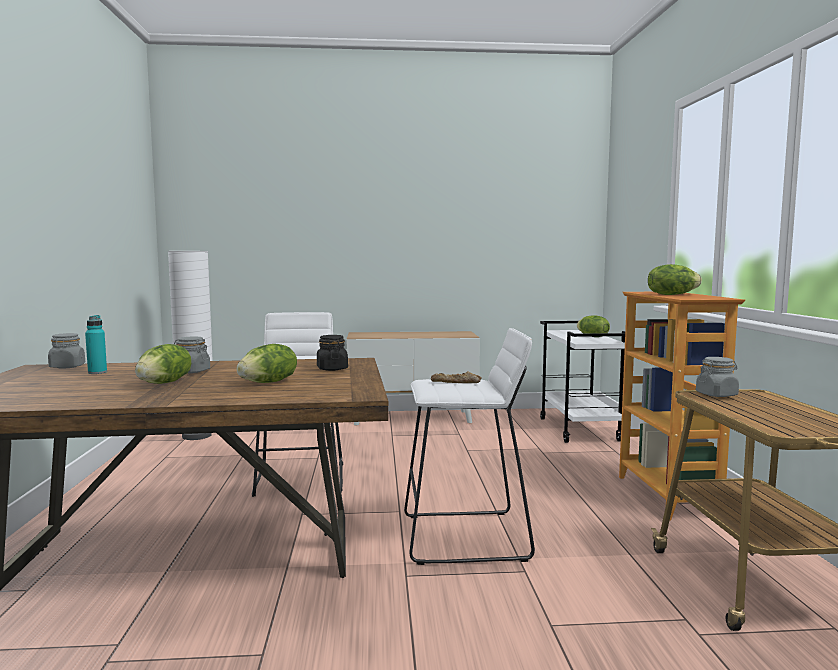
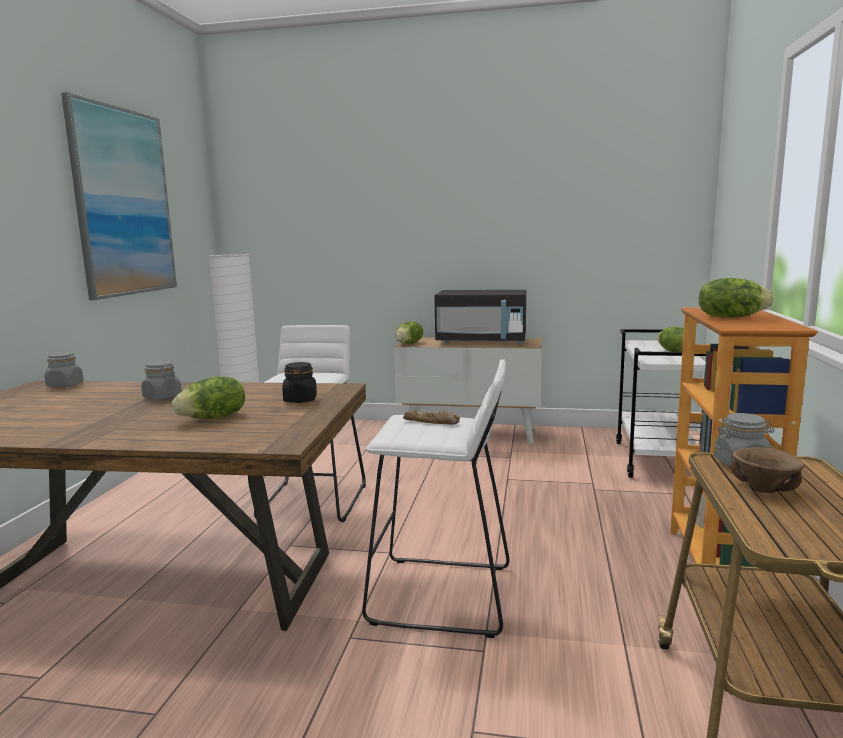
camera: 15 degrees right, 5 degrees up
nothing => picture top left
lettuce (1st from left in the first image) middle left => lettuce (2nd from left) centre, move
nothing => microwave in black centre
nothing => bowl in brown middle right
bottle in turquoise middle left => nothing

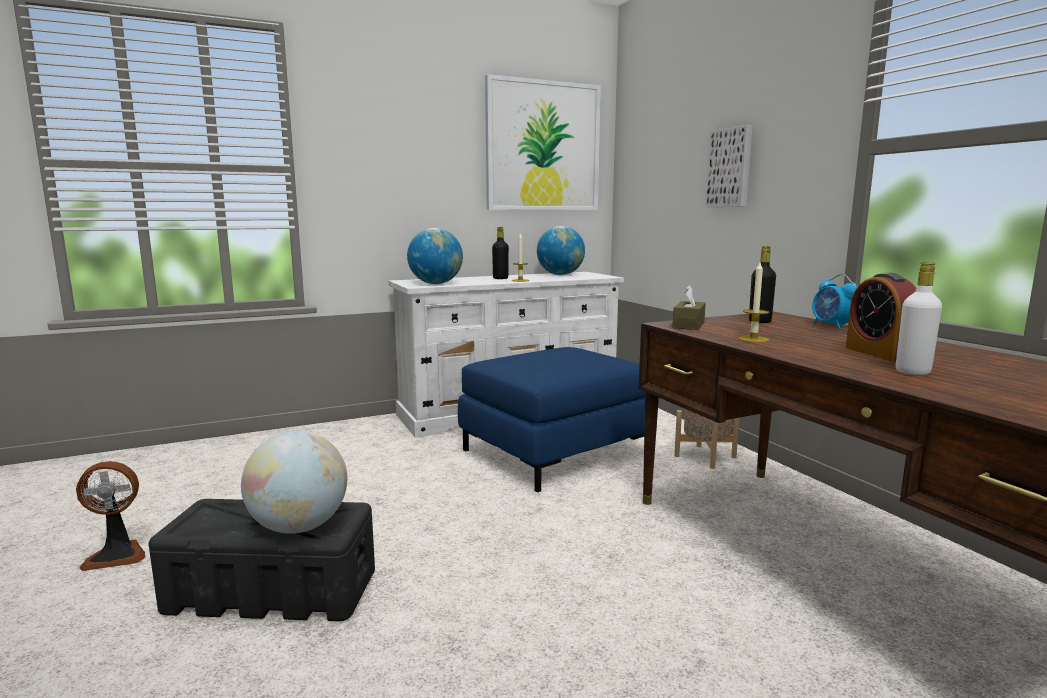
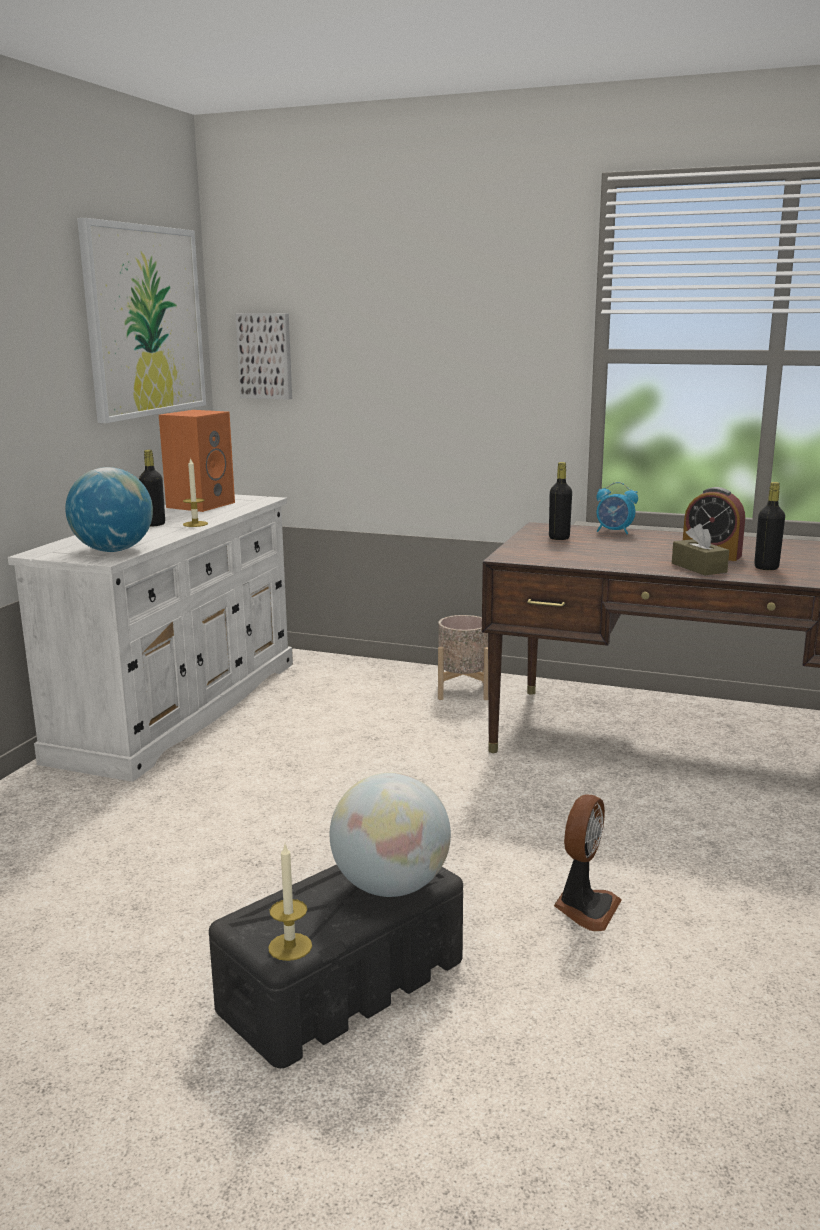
camera: 45 degrees left, 5 degrees up
globe (3rd from left) centre => speaker in orange middle left
picture (2nd from left) top right => picture (2nd from left) top left, move
candle (2nd from left) middle right => candle (2nd from left) bottom centre, move
fan bottom left => fan bottom right, move
tissue box in brown centre => tissue box in brown middle right, move
bottle in white middle right => bottle in black (3rd from left) middle right
ottoman in blue centre => nothing

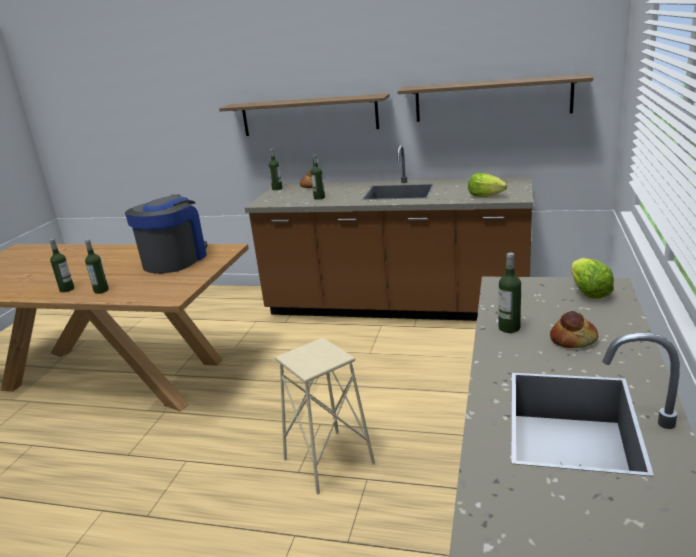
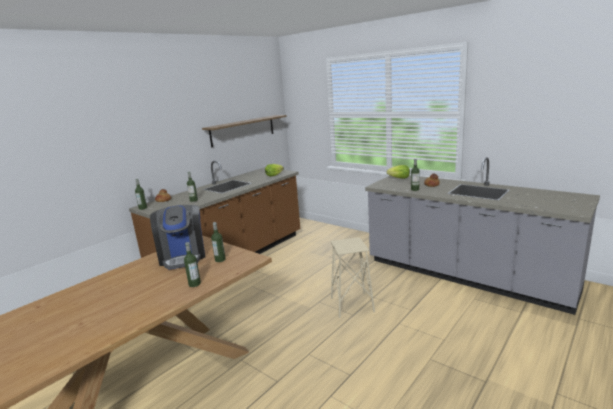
camera: 65 degrees left, 5 degrees down
coffee machine middle left, 150 degrees counterclockwise
bottle (1st from left in the first image) middle left => bottle (4th from left) centre, move
shelf (1st from left) top centre => nothing

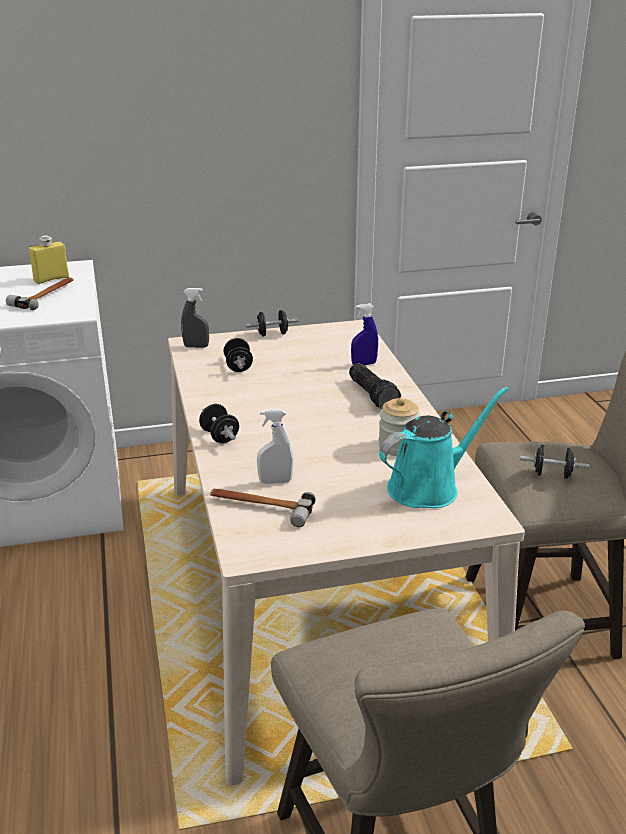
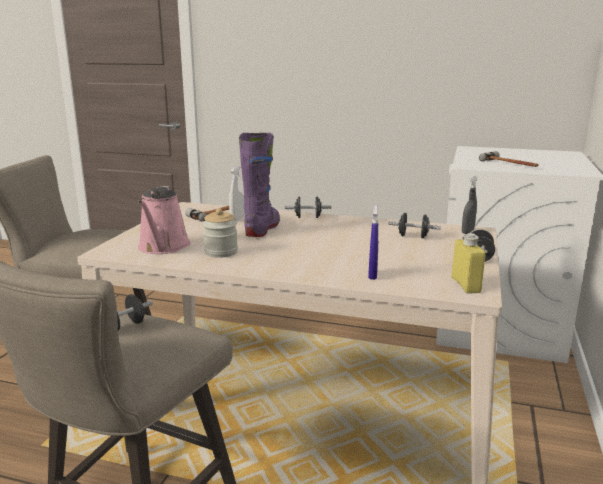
camera: 120 degrees right, 10 degrees down
watering can in turquoise middle right => watering can in pink middle left
nothing => boot in purple centre
bottle in yellow top left => bottle in yellow middle right, move
flashlight centre => nothing

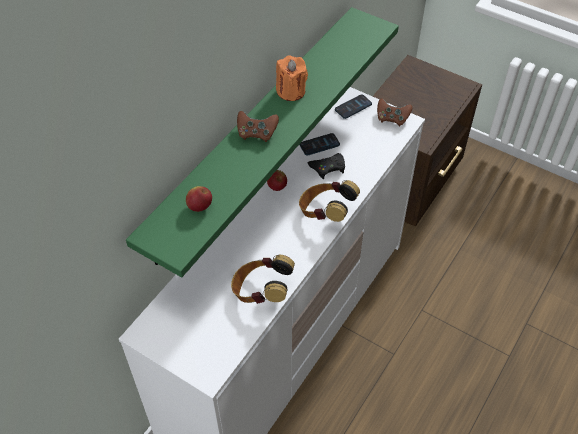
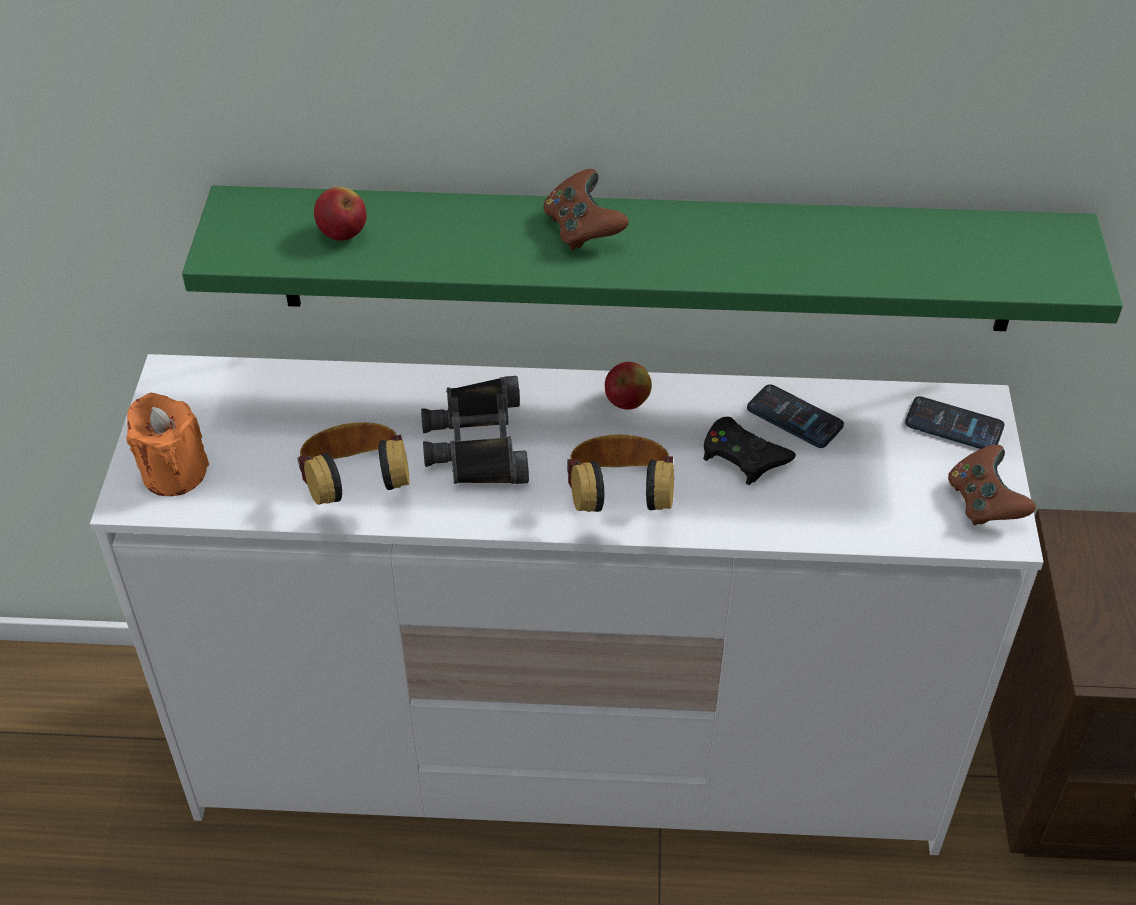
camera: 60 degrees right, 5 degrees down
candle in orange top centre => candle in orange middle left, move
nothing => binoculars in black centre

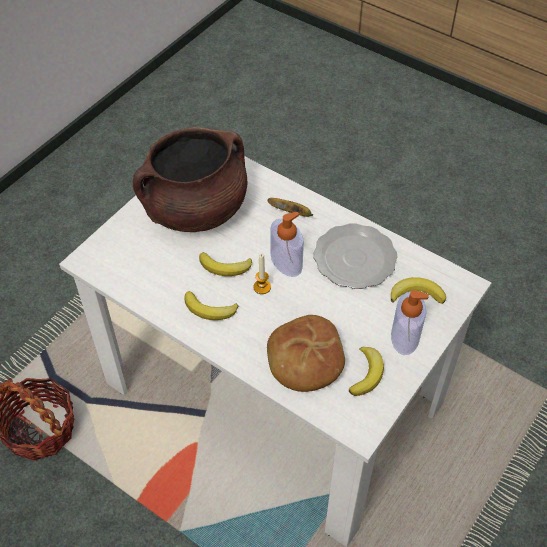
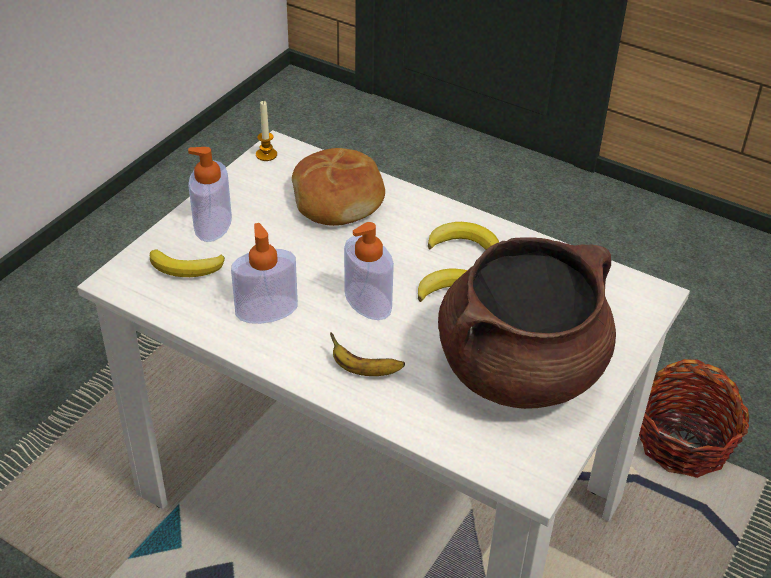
camera: 175 degrees right, 10 degrees down
plate centre => soap dispenser (2nd from left) centre
candle centre => candle top centre, move
banana (4th from left) bottom right => nothing

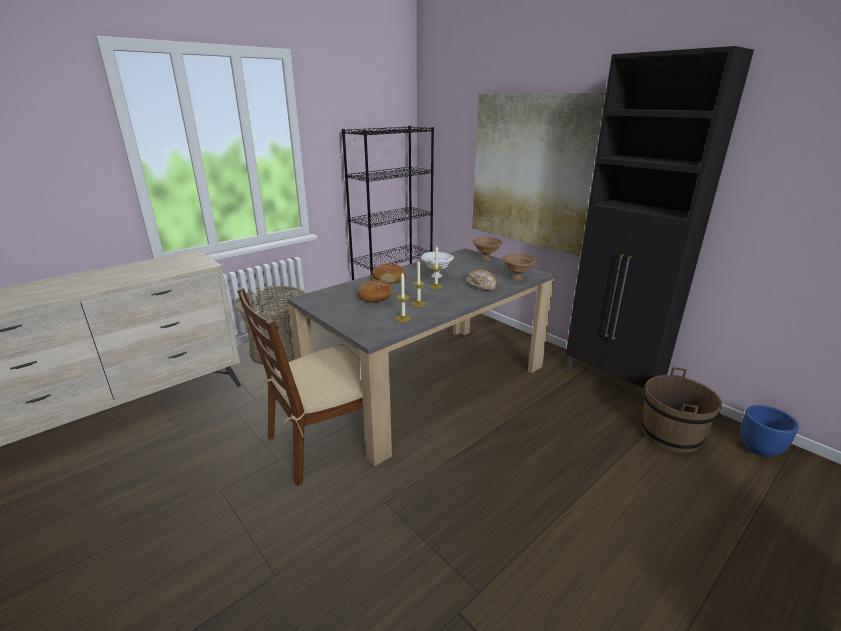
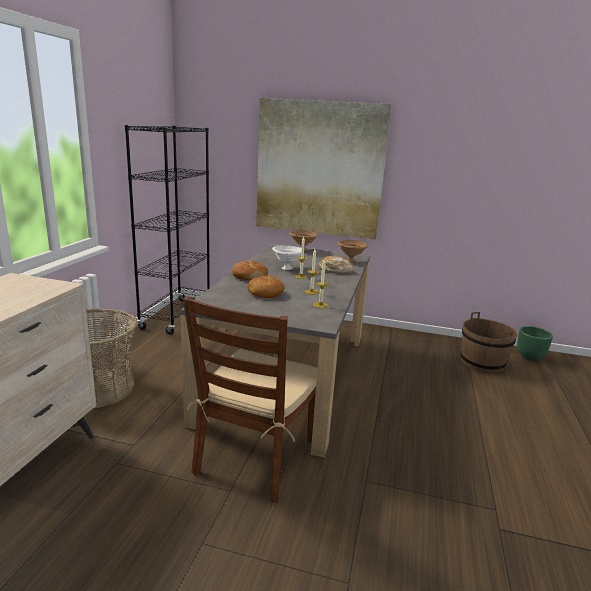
camera: 35 degrees left, 5 degrees down
planter in blue bottom right => planter in green middle right
cabinet in black middle right => nothing

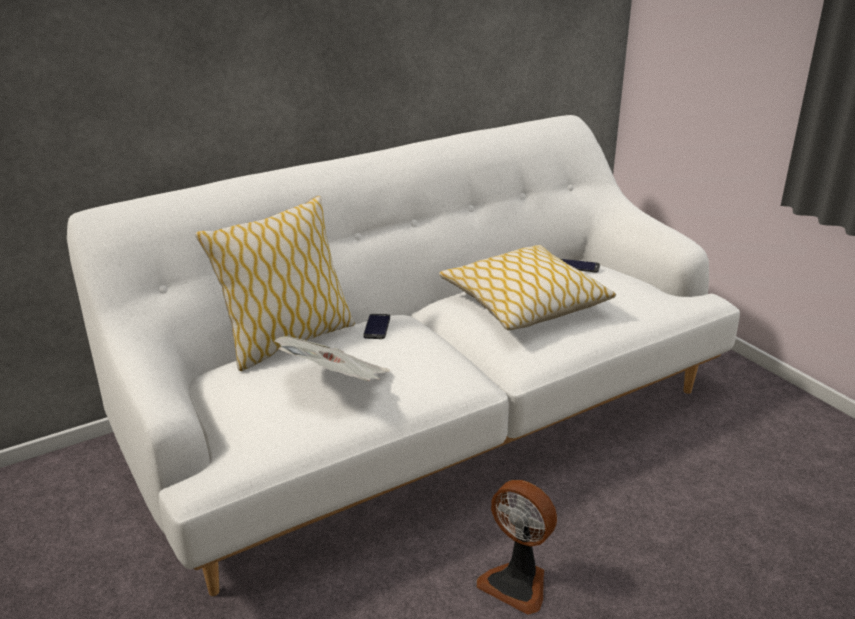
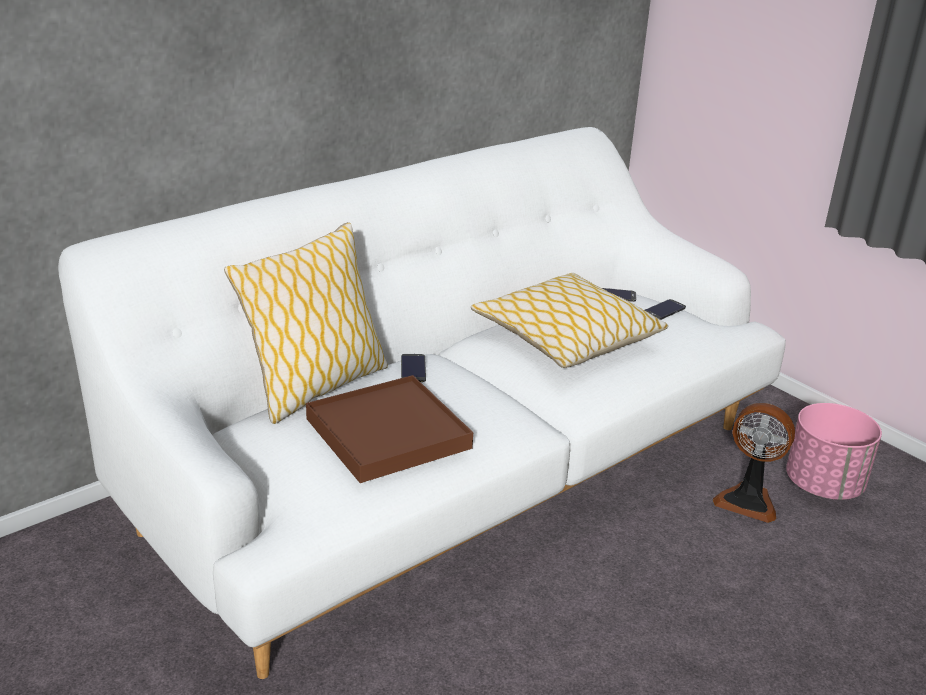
camera: 10 degrees left, 0 degrees up
newspaper centre => tray in brown centre
nothing => phone (3rd from left) middle right
fan bottom centre => fan middle right, move
nothing => planter in pink middle right

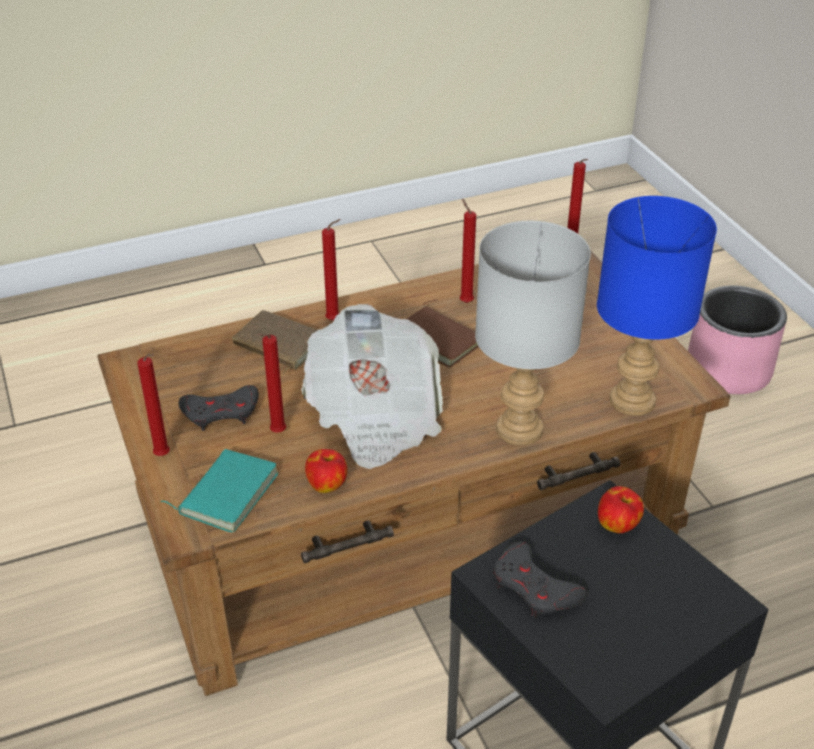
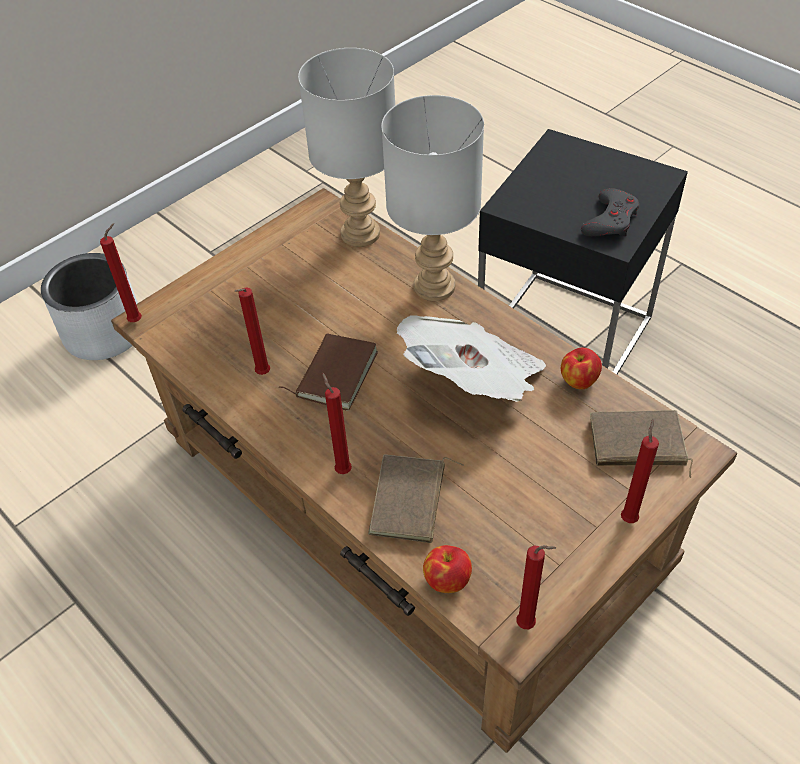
camera: 110 degrees left, 10 degrees up
planter in pink middle right => planter in grey middle left
table lamp in blue middle right => table lamp in grey (1st from left) top centre
apple (2nd from left in the first image) bottom right => apple (1st from left) bottom centre, move
candle in red (2nd from left in the first image) centre => candle in red (4th from left) bottom right, move
book in turquoise middle left => book in brown (3rd from left) middle right
game controller in grey (1st from left) middle left => nothing

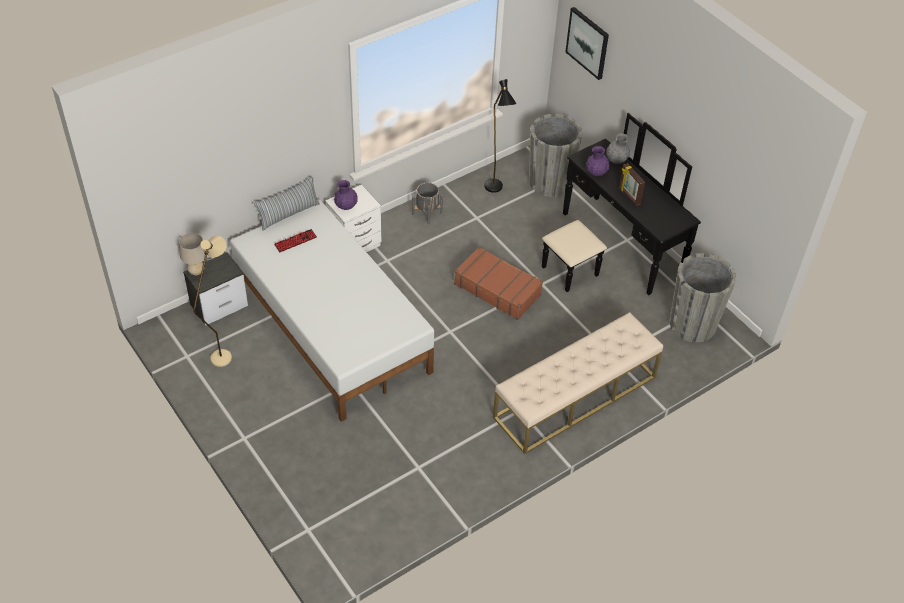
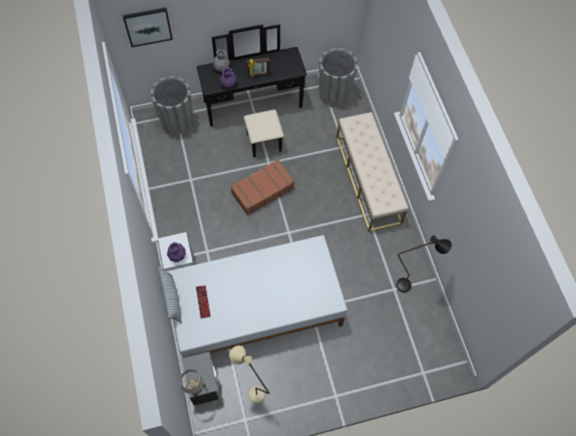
camera: 70 degrees left, 15 degrees up
floor lamp in black top centre => floor lamp in black middle right, move
planter in grey (1st from left) centre => nothing

